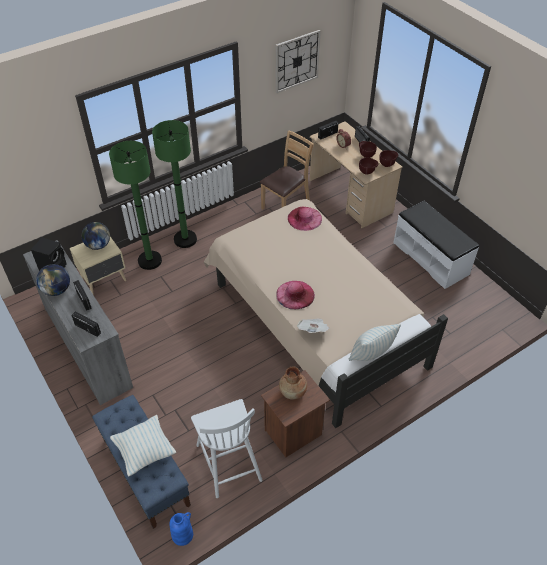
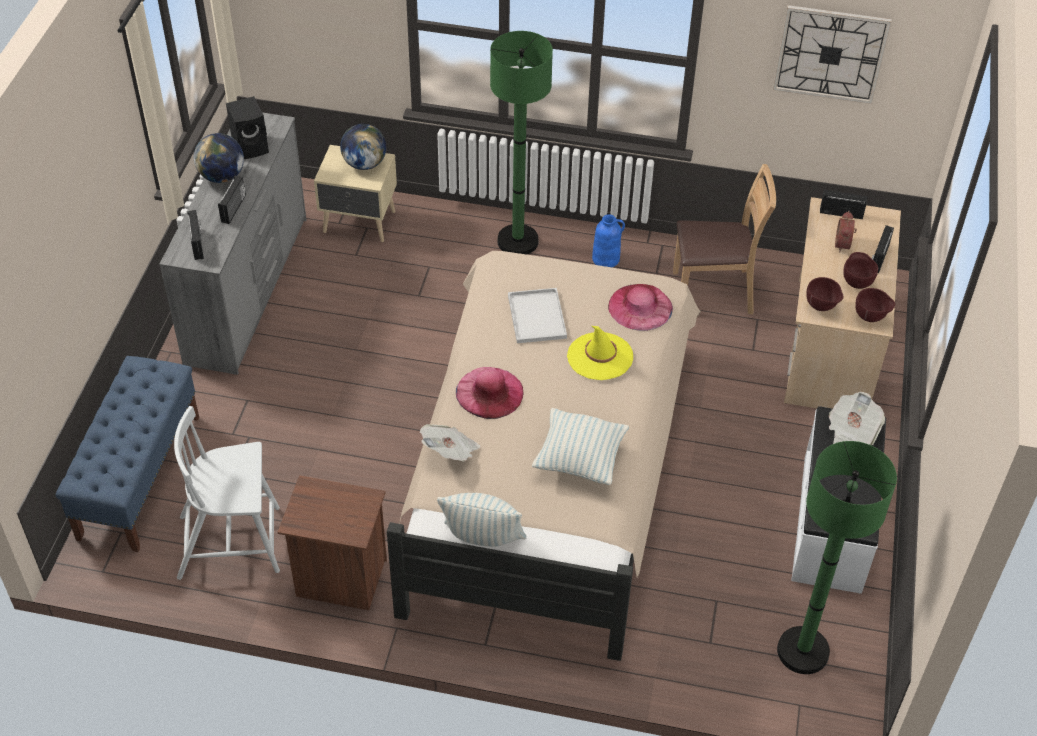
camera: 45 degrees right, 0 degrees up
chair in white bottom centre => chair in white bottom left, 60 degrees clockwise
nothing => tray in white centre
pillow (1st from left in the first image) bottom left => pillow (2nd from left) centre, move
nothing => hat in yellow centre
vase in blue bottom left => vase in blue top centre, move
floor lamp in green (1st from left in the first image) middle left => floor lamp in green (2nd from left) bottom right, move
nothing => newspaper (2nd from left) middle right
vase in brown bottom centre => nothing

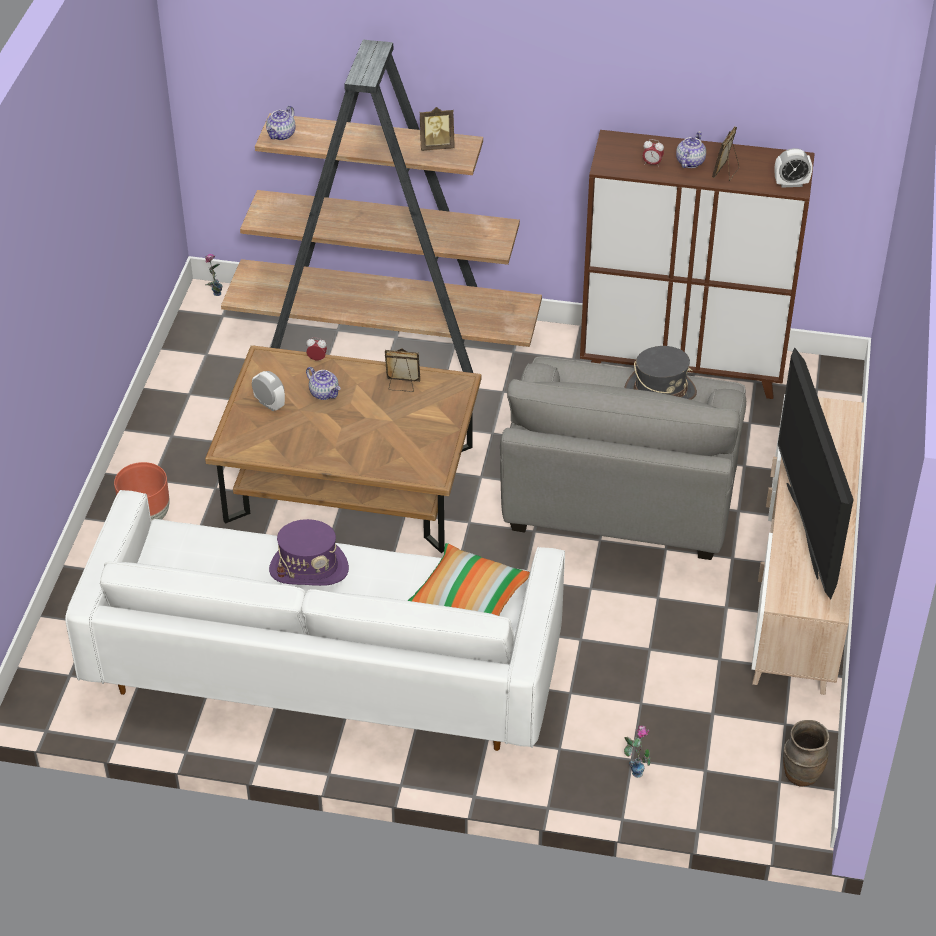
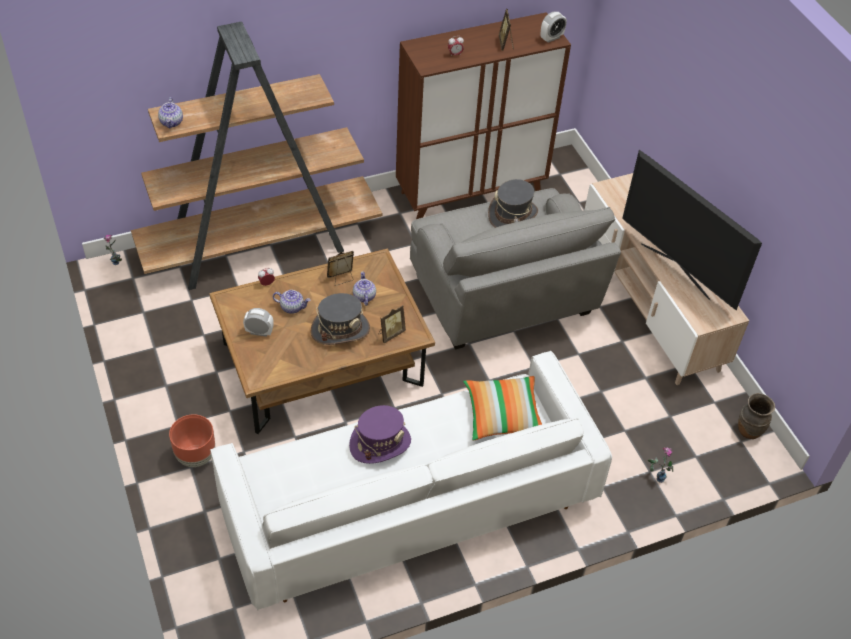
camera: 35 degrees left, 5 degrees up
nothing => hat in grey (1st from left) centre
teapot (3rd from left) top right => teapot (3rd from left) centre, move
picture frame (2nd from left) top centre => picture frame (2nd from left) centre, move

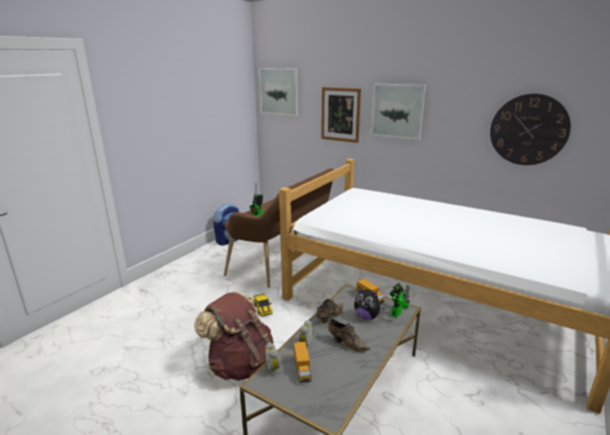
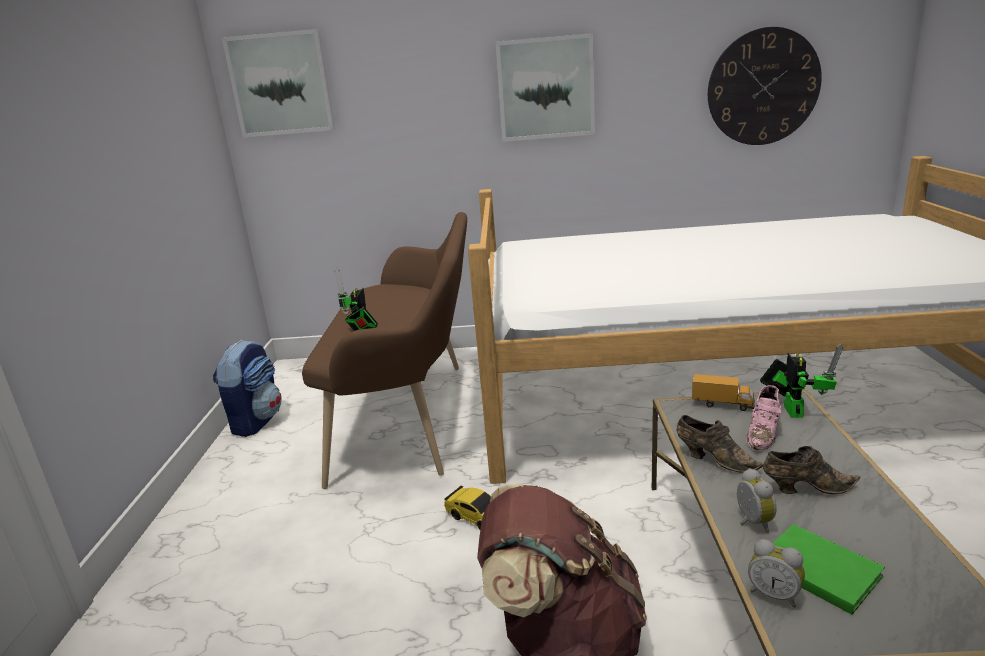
camera: 30 degrees left, 0 degrees up
shoe in brown (1st from left) bottom centre => shoe in brown (1st from left) bottom right, 120 degrees clockwise
plush toy bottom centre => shoe in pink middle right
toy truck (1st from left) bottom centre => book in green bottom right
picture (2nd from left) top centre => nothing

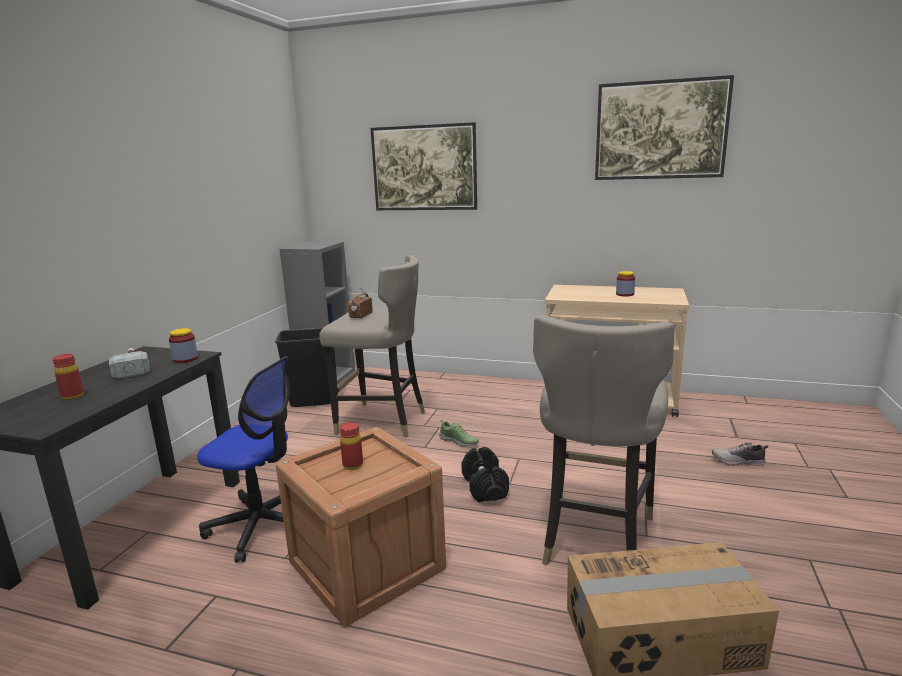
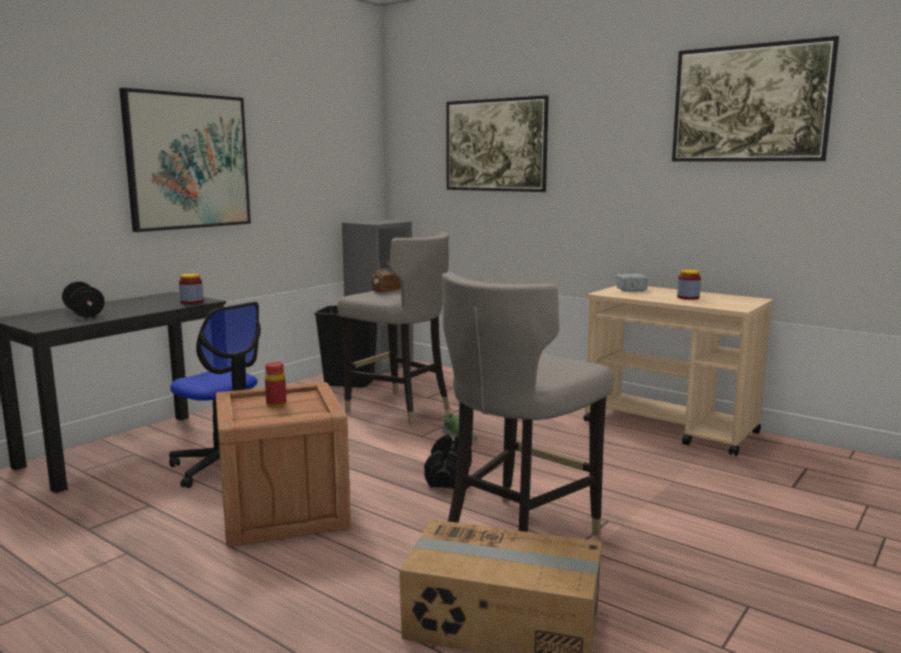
camera: 20 degrees right, 5 degrees down
bottle in red (1st from left) middle left => dumbbell in black (1st from left) middle left
nothing => picture (1st from left) top left
hammer middle left => hammer middle right, move
shoe (2nd from left) bottom right => nothing

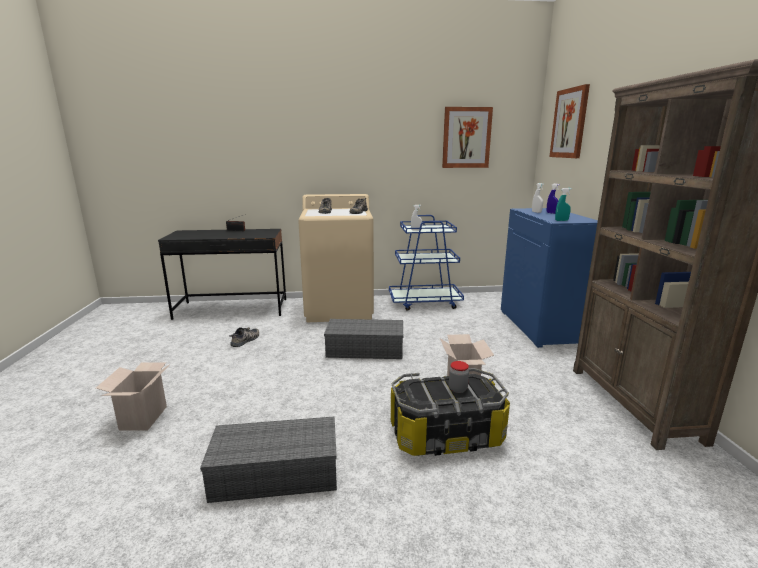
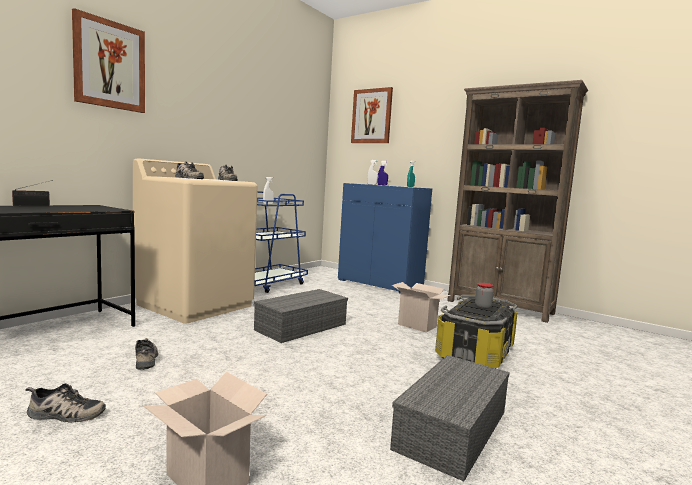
camera: 50 degrees left, 10 degrees down
nothing => shoe (1st from left) bottom left
picture (1st from left) top centre => picture (1st from left) top left, move

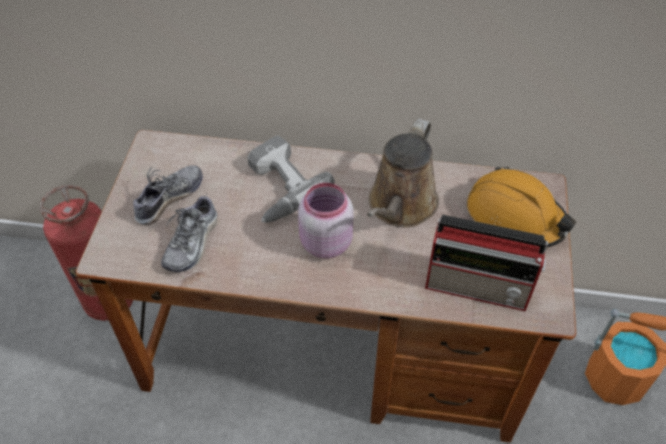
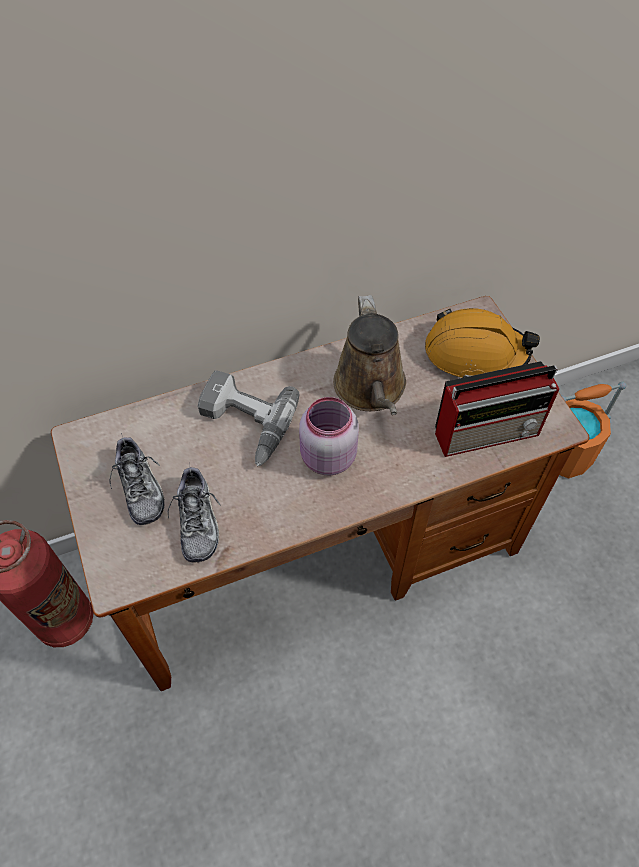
camera: 30 degrees left, 5 degrees up
shoe (1st from left) middle left, 150 degrees clockwise

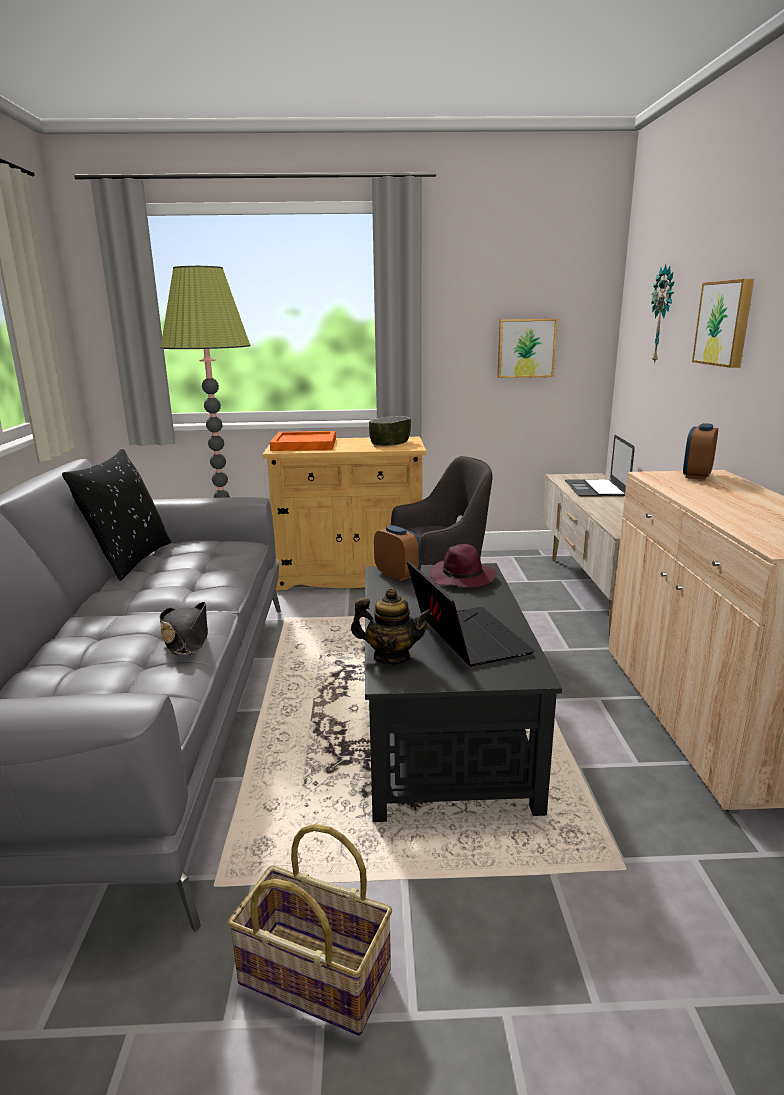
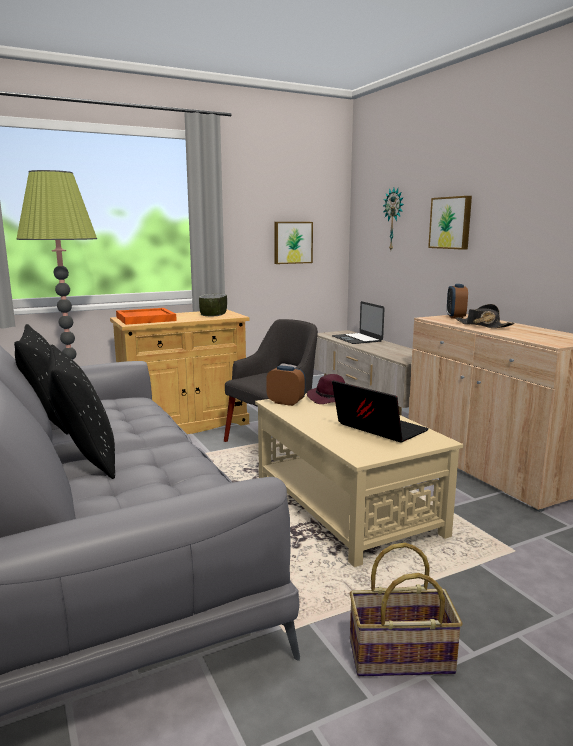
camera: 25 degrees left, 5 degrees down
nothing => pillow in black (2nd from left) middle left
coffee table in black centre => coffee table in beige centre
hat in black middle left => hat in black middle right, move
teapot centre => nothing

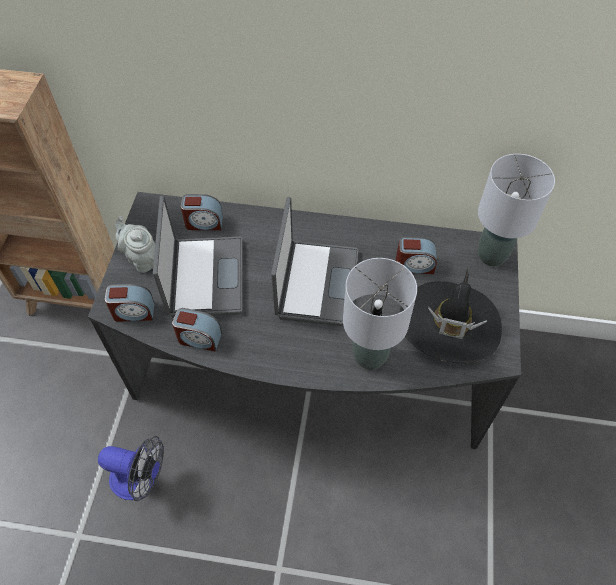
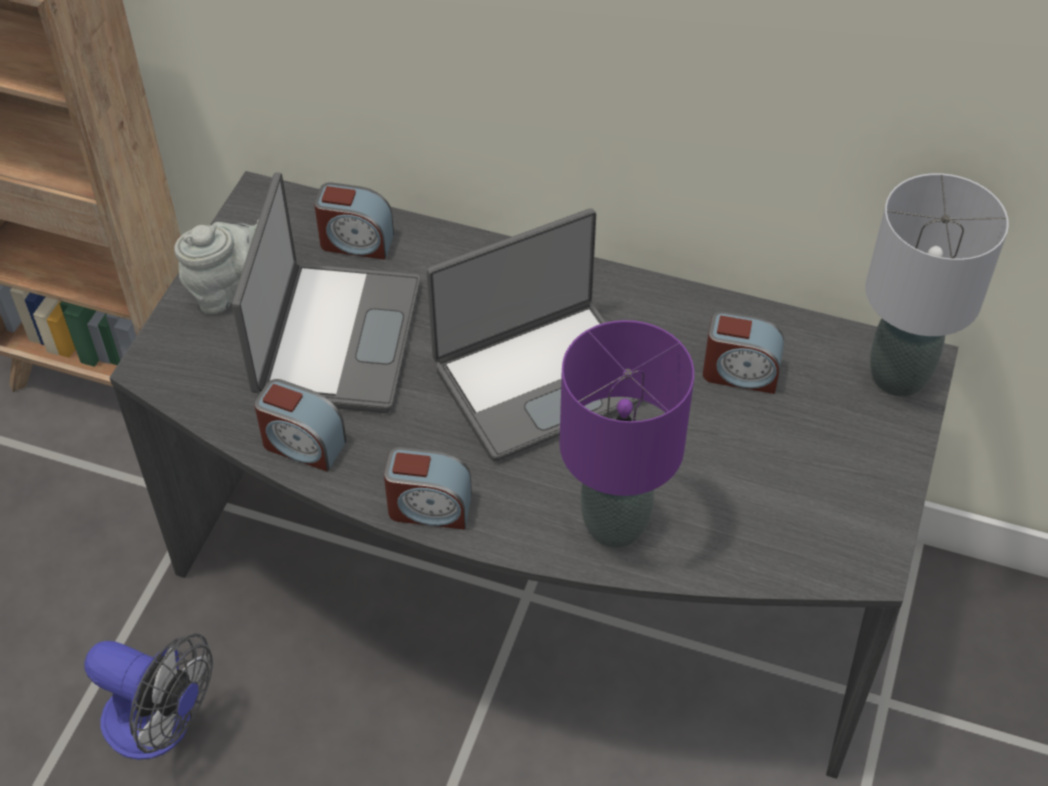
camera: 10 degrees right, 5 degrees down
teapot in grey middle left, 90 degrees clockwise
alarm clock (1st from left in the first image) middle left => alarm clock (3rd from left) centre, move
laptop (2nd from left) centre, 45 degrees clockwise
table lamp in grey (1st from left) centre => table lamp in purple centre
hat in black middle right => nothing

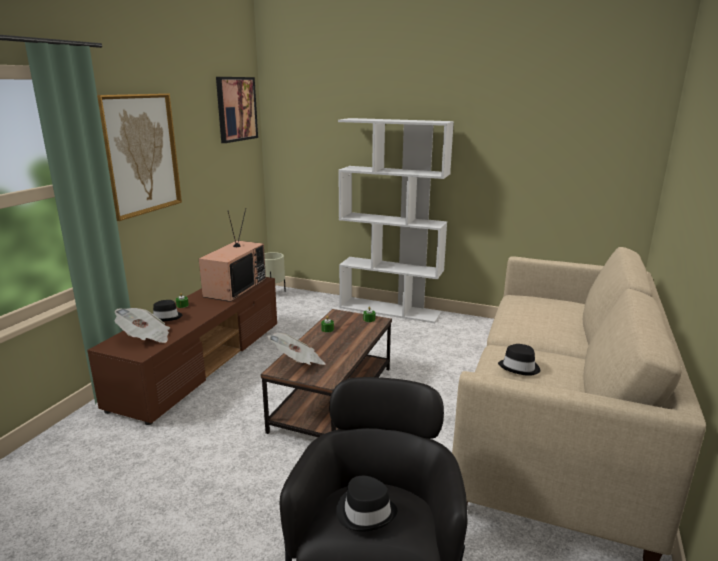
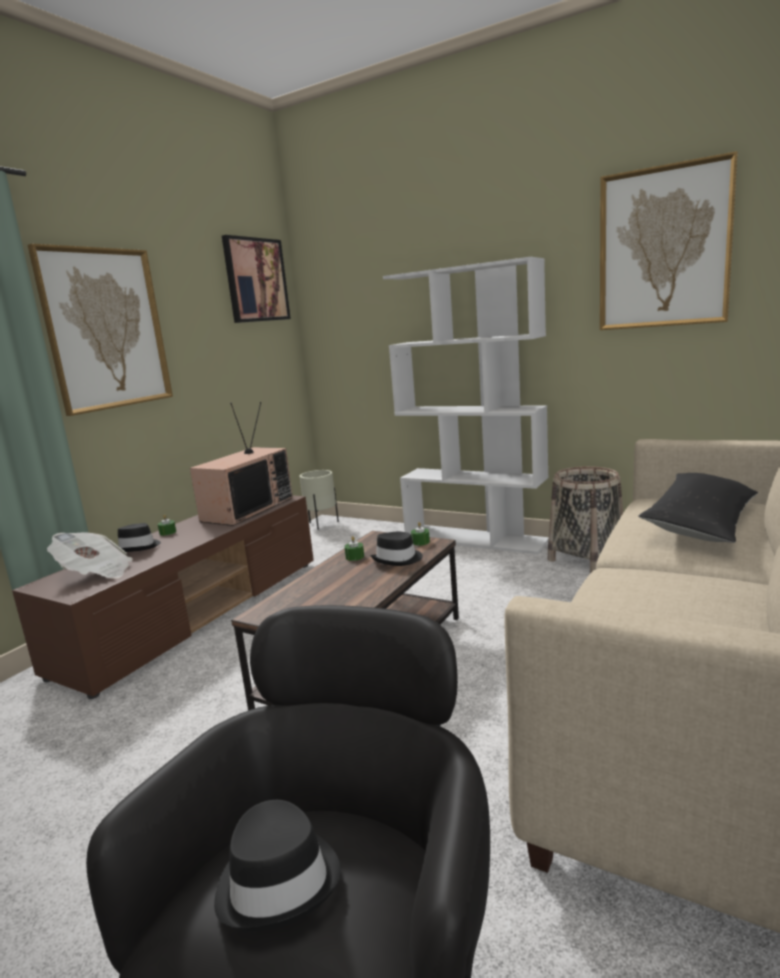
camera: 10 degrees right, 5 degrees down
hat in black (3rd from left) middle right => hat in black (3rd from left) centre, move
nothing => basket middle right
nothing => picture (3rd from left) top right
nothing => pillow in black middle right
newspaper (2nd from left) centre => nothing

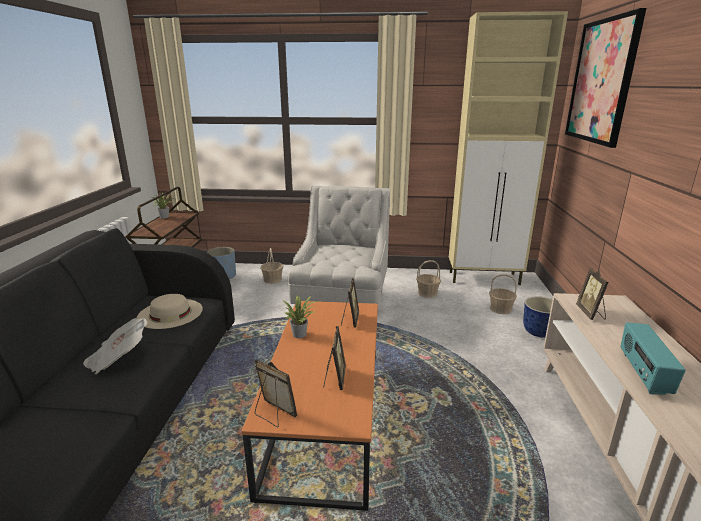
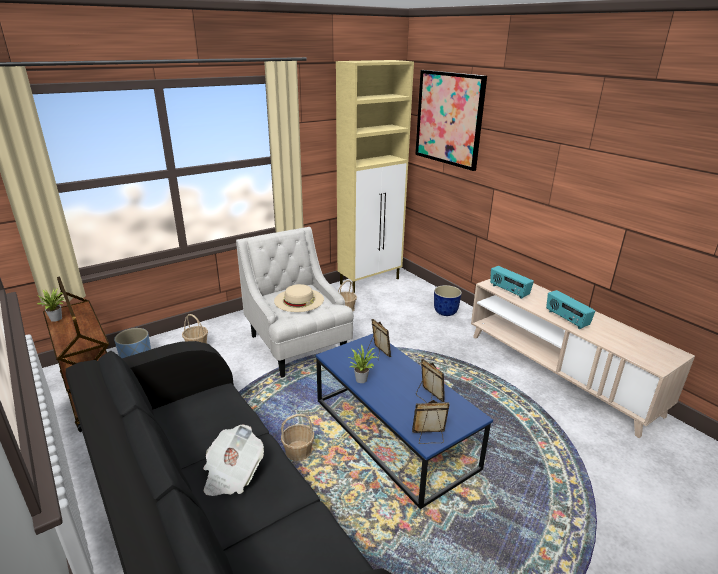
camera: 40 degrees left, 5 degrees up
hat in beige middle left => hat in beige centre, move
basket (3rd from left in the first image) middle right => basket (2nd from left) bottom centre, move
coffee table in orange bottom centre => coffee table in blue bottom centre
picture frame (4th from left) middle right => radio (1st from left) middle right

